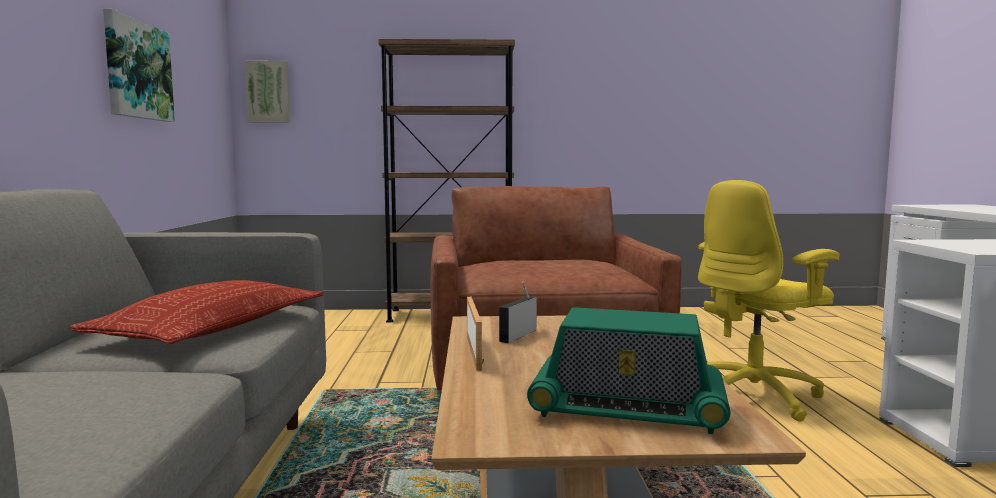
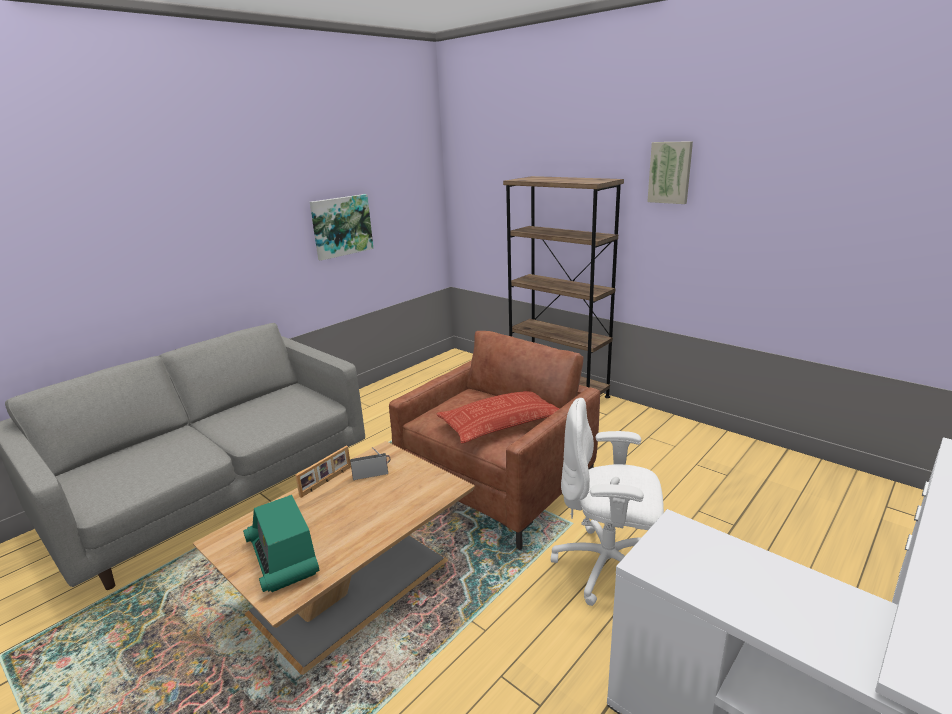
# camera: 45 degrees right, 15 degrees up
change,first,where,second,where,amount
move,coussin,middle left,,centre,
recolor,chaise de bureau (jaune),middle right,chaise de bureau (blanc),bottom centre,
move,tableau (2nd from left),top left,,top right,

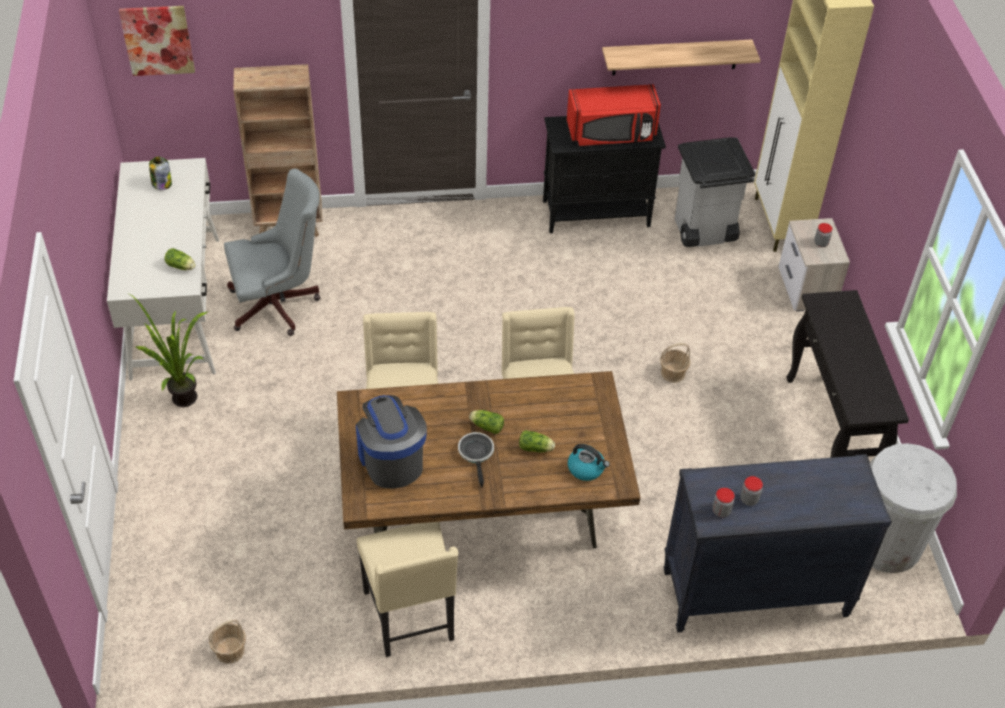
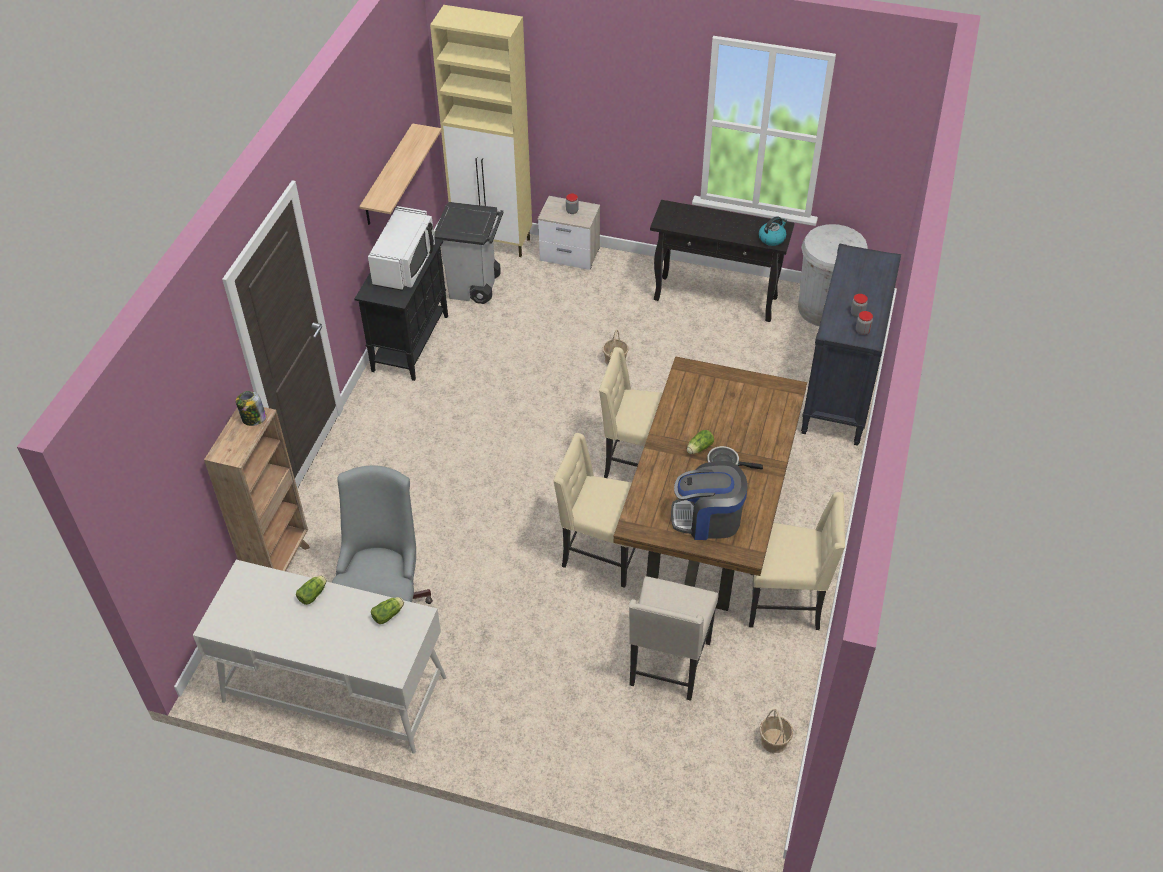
# camera: 65 degrees left, 0 degrees up
change,first,where,second,where,amount
move,bocal (1st from left),top left,,middle left,
move,laitue (3rd from left in the first image),centre,laitue (1st from left),bottom left,
recolor,micro-ondes (rouge),top centre,micro-ondes (blanc),top centre,
insert,,,chaise (beige) (3rd from left),bottom centre,
move,bouilloire,centre,,top centre,
delete,tableau,top left,,,
delete,plante en pot,middle left,,,

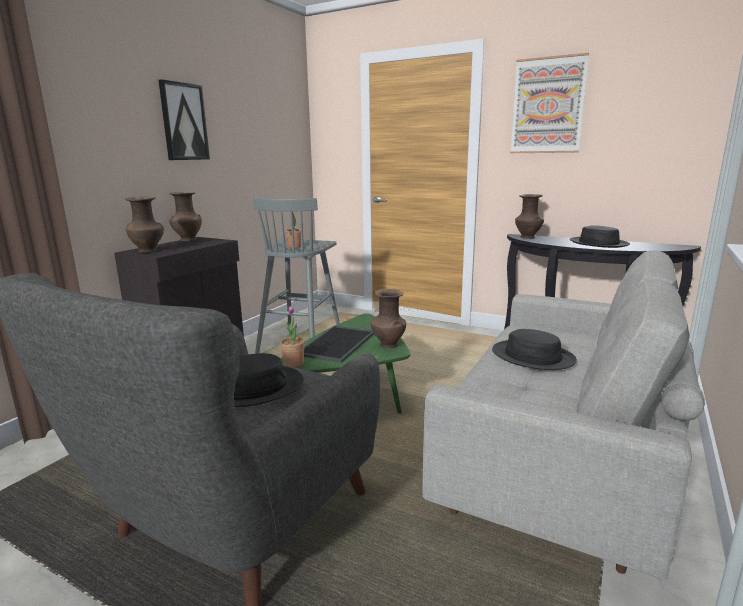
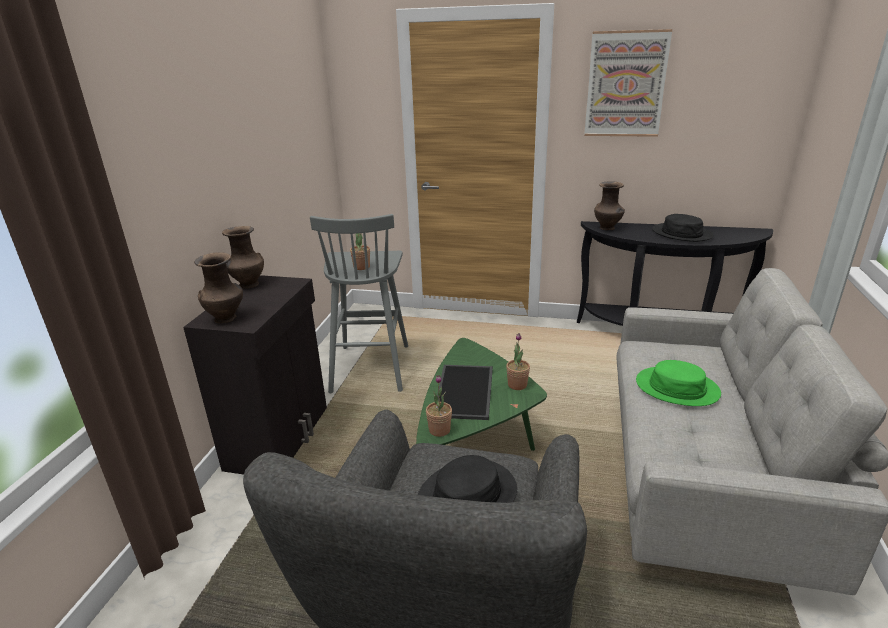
# camera: 15 degrees left, 10 degrees up
change,first,where,second,where,amount
replace,vase (marron) (3rd from left),centre,plante en pot (3rd from left),centre,
recolor,chapeau (noir) (2nd from left),middle right,chapeau (vert),middle right,
delete,tableau (1st from left),top left,,,

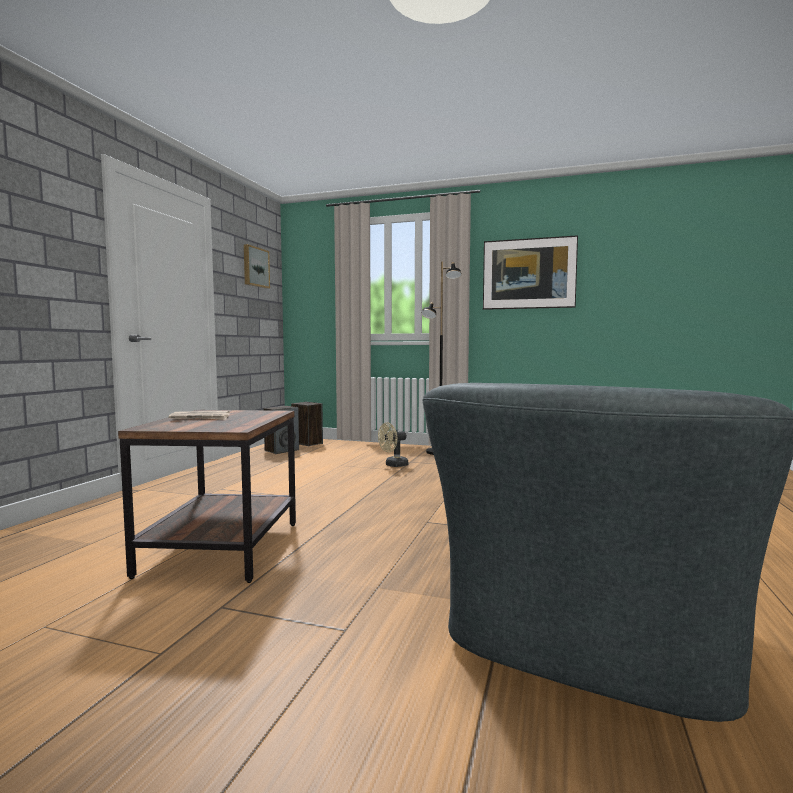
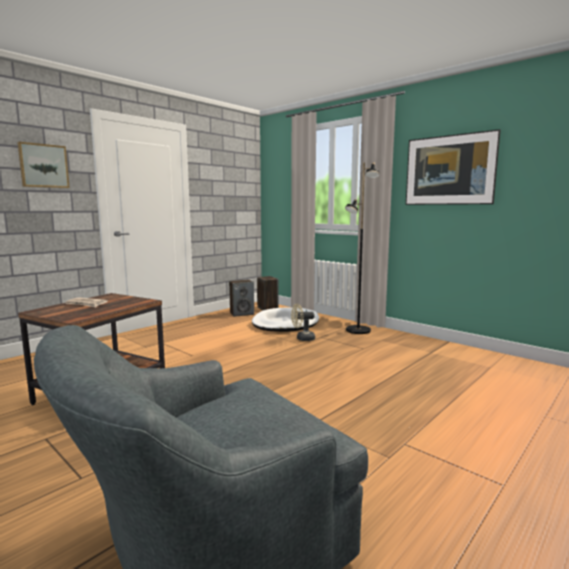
# camera: 25 degrees right, 5 degrees up
change,first,where,second,where,amount
move,tableau (1st from left),middle left,,top left,
insert,,,panier pour chien (blanc),centre,

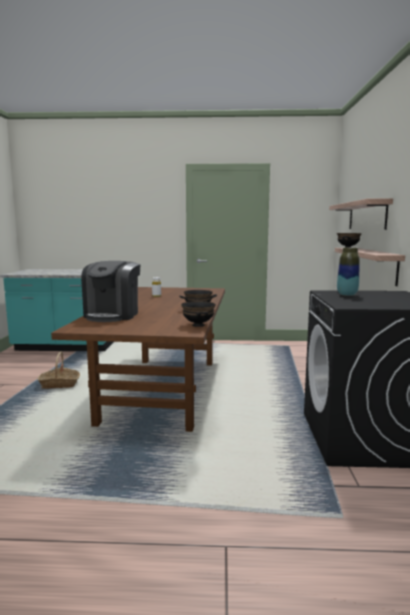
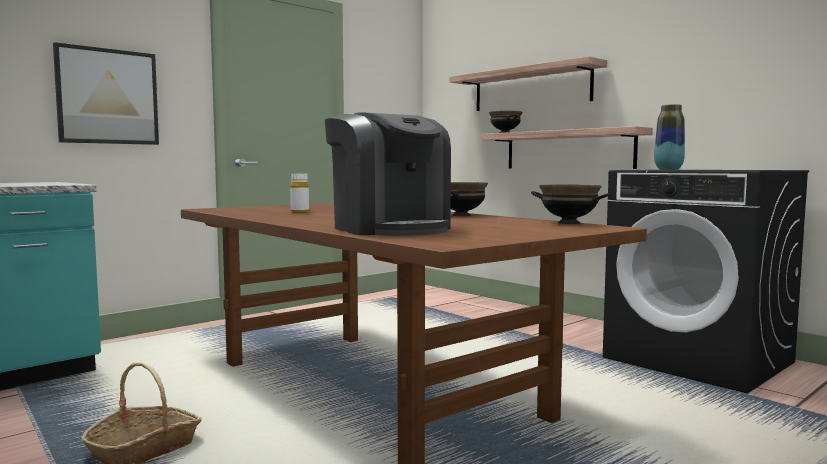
# camera: 45 degrees left, 5 degrees down
change,first,where,second,where,amount
insert,,,tableau,top left,

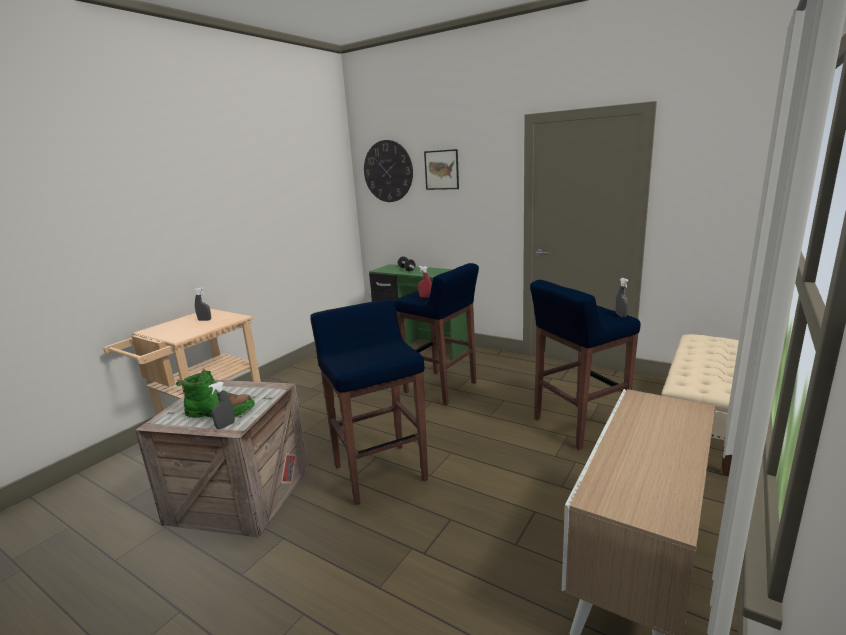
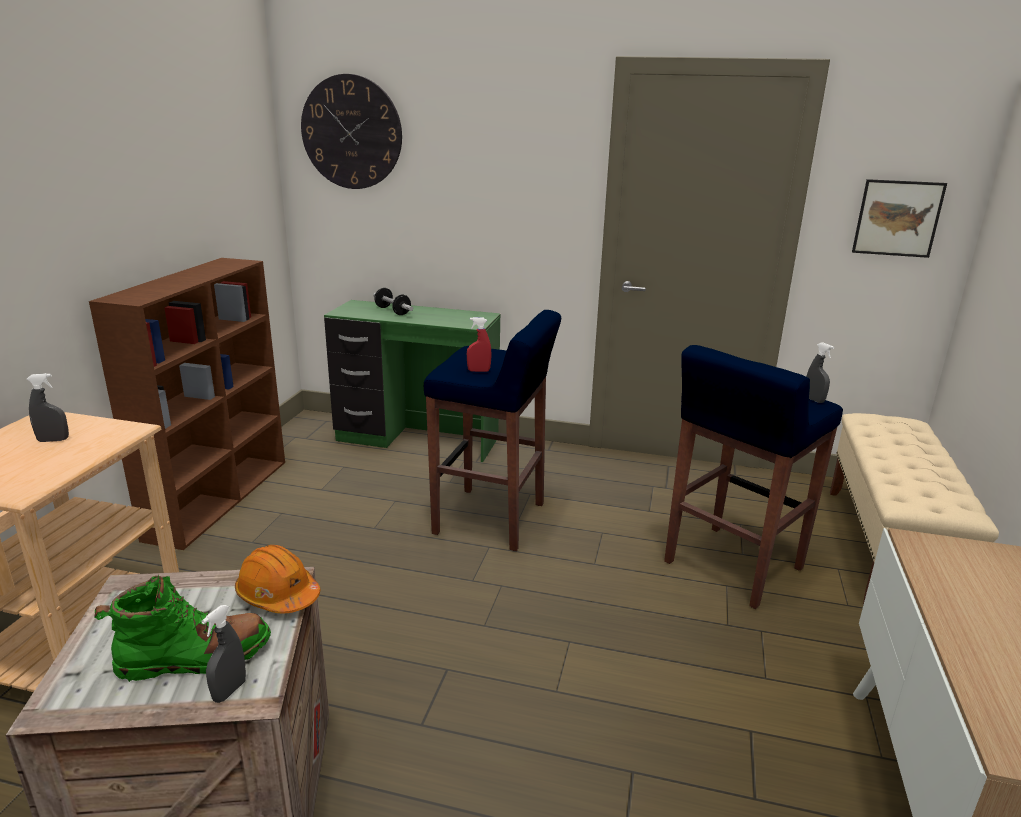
# camera: 20 degrees left, 5 degrees up
change,first,where,second,where,amount
insert,,,bibliothèque (marron),middle left,
insert,,,casque de chantier (orange),bottom left,
move,tableau,top centre,,top right,
delete,tabouret (bleu) (1st from left),centre,,,

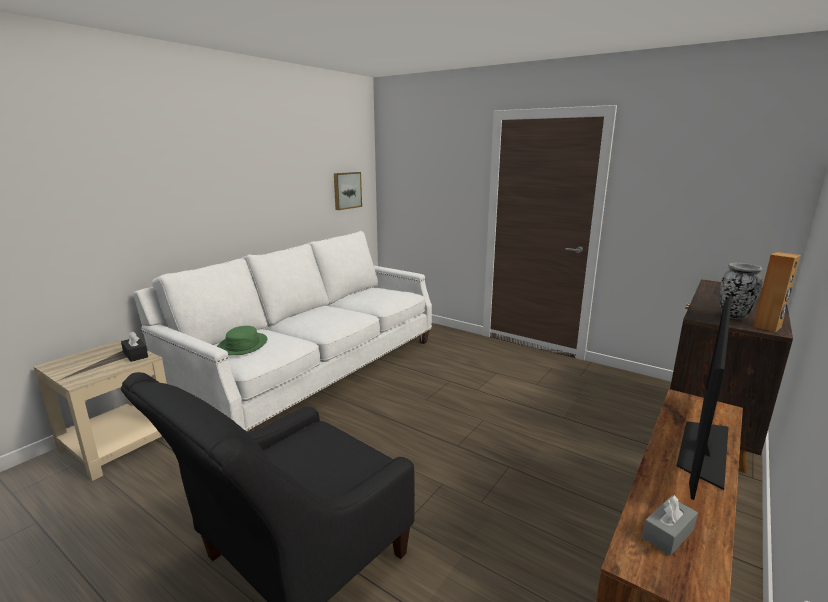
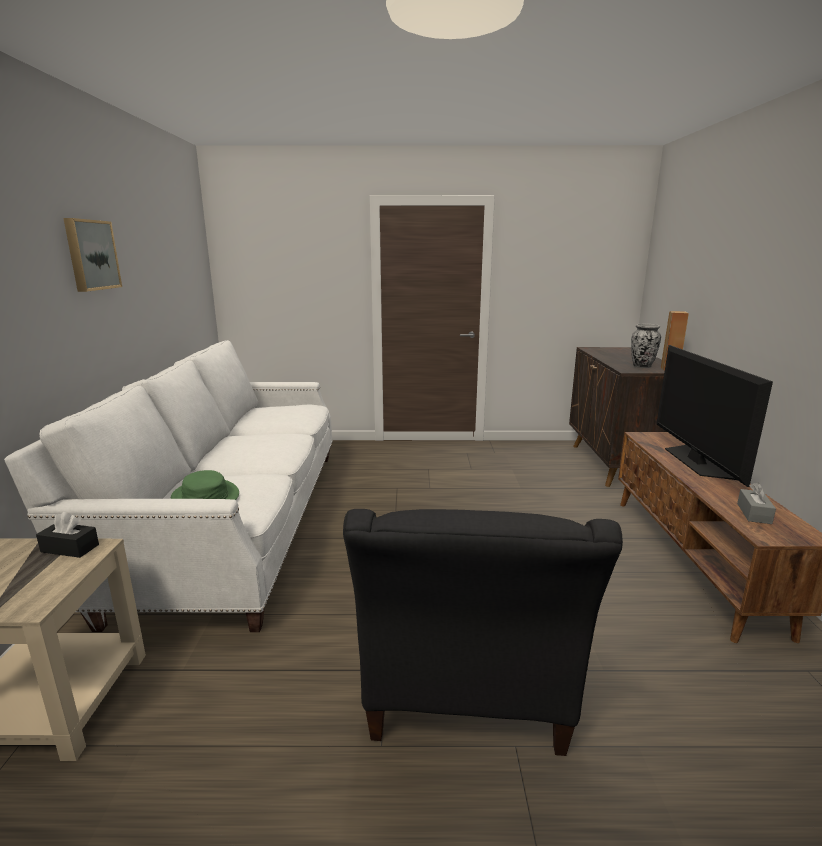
# camera: 35 degrees left, 0 degrees up
change,first,where,second,where,amount
move,tableau,top centre,,top left,

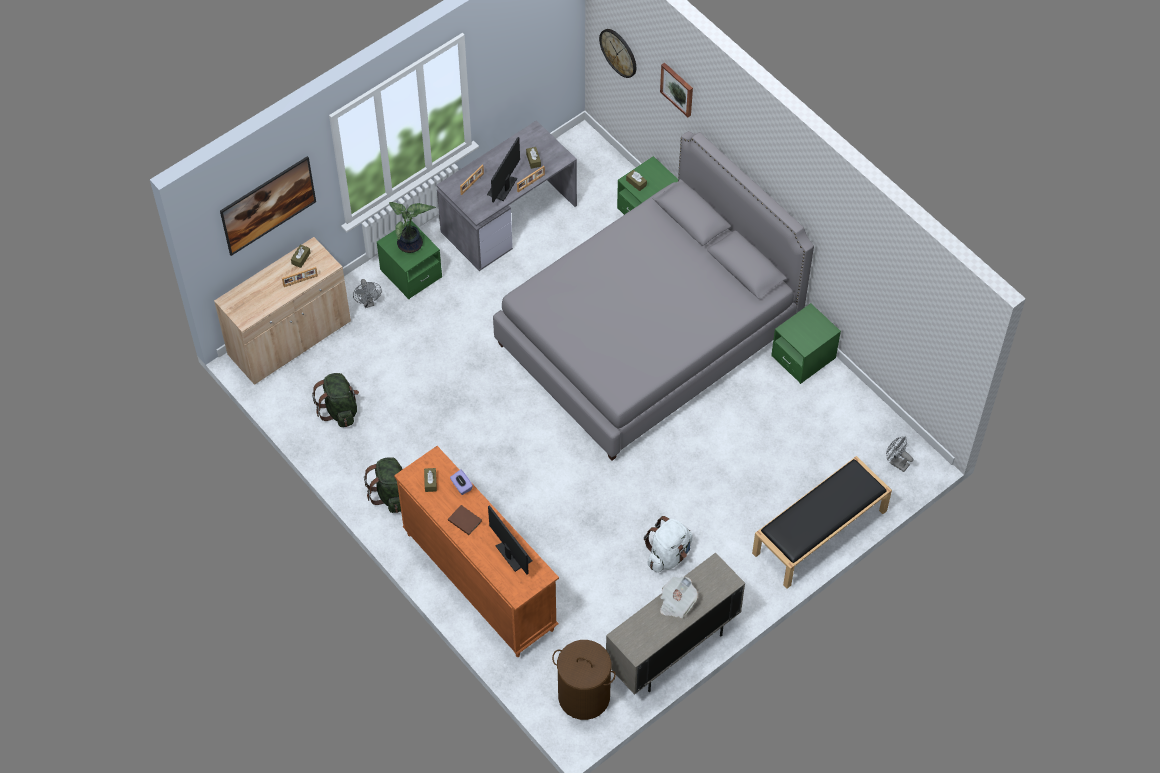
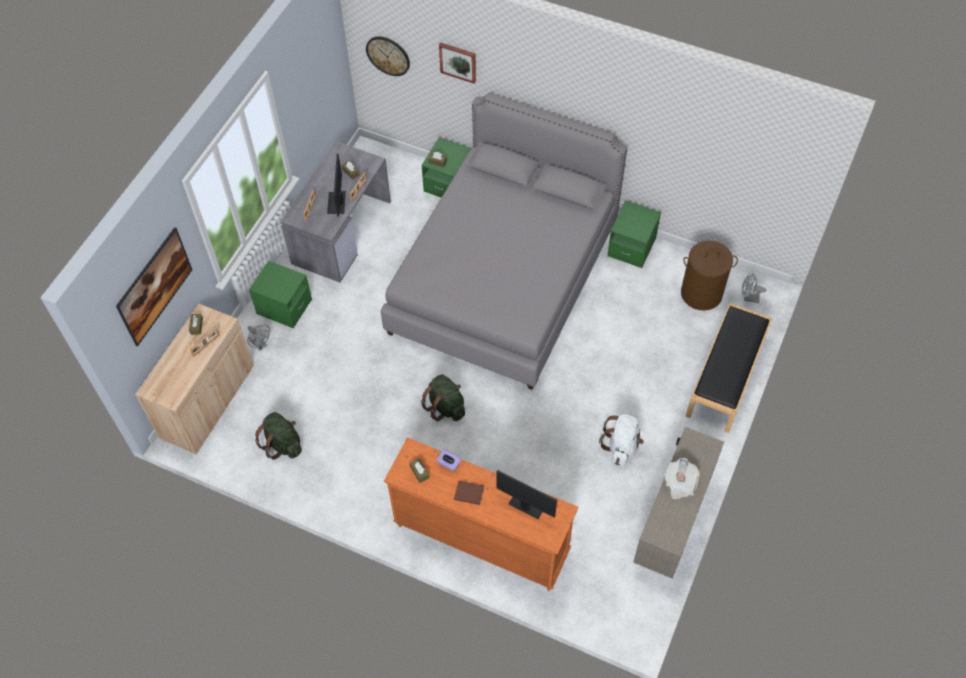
# camera: 25 degrees left, 0 degrees up
change,first,where,second,where,amount
move,sac à dos (vert) (2nd from left),middle left,,centre,
move,panier à linge (marron),bottom centre,,middle right,
delete,plante en pot,top centre,,,

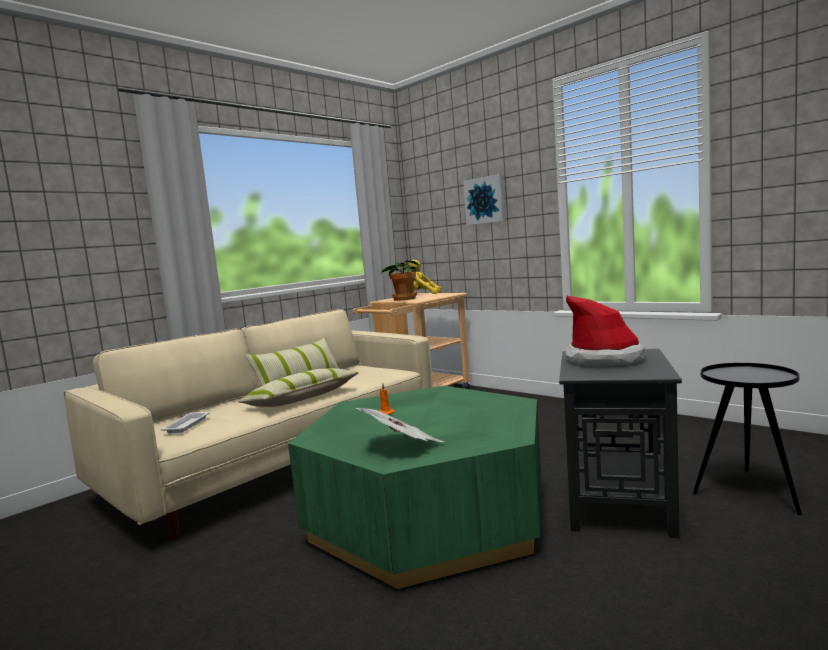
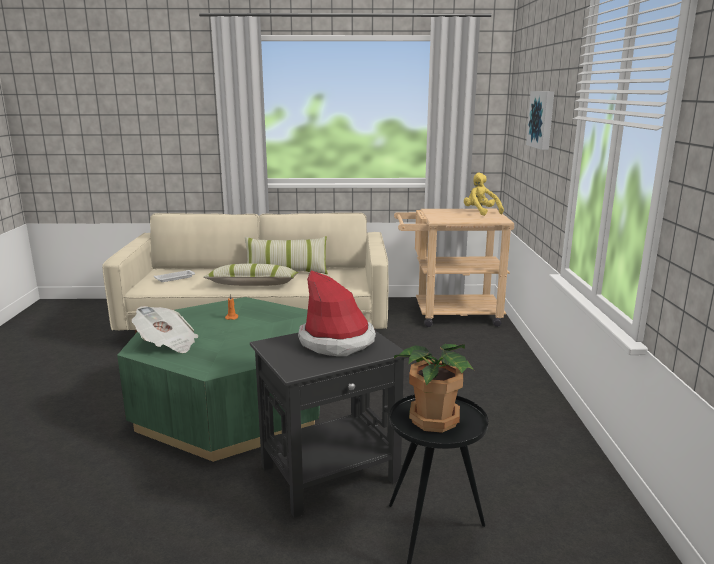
# camera: 45 degrees right, 10 degrees up
change,first,where,second,where,amount
move,plante en pot,centre,,bottom centre,

